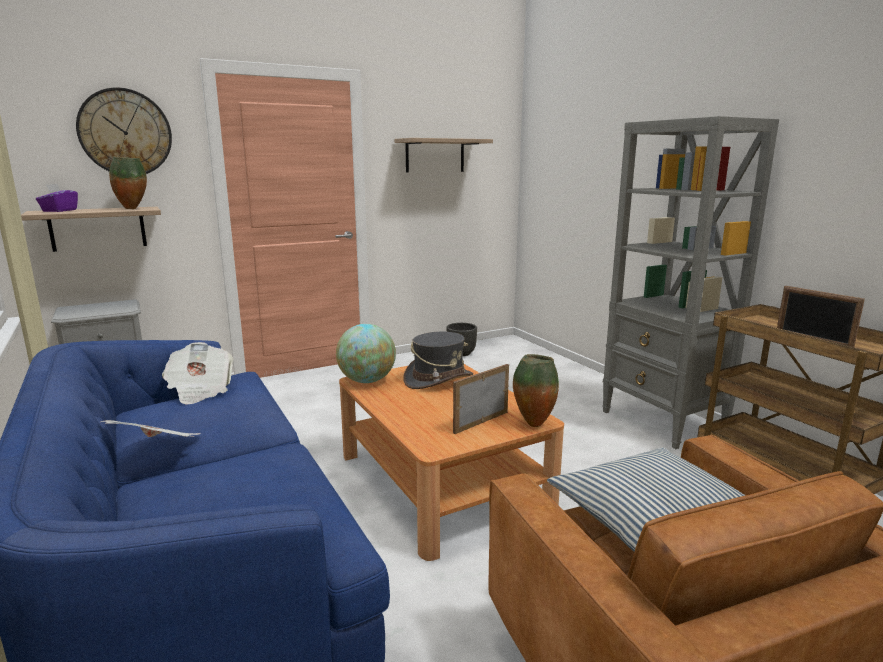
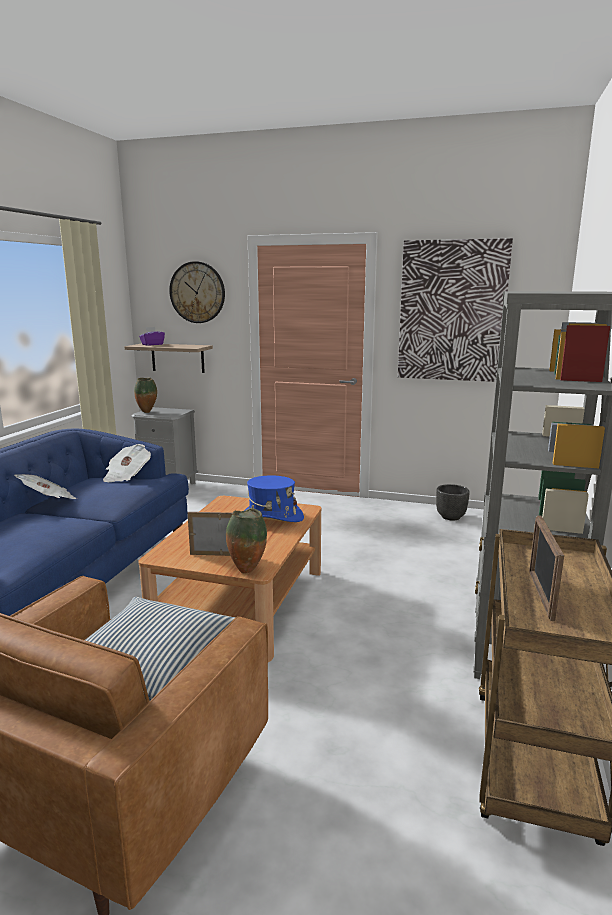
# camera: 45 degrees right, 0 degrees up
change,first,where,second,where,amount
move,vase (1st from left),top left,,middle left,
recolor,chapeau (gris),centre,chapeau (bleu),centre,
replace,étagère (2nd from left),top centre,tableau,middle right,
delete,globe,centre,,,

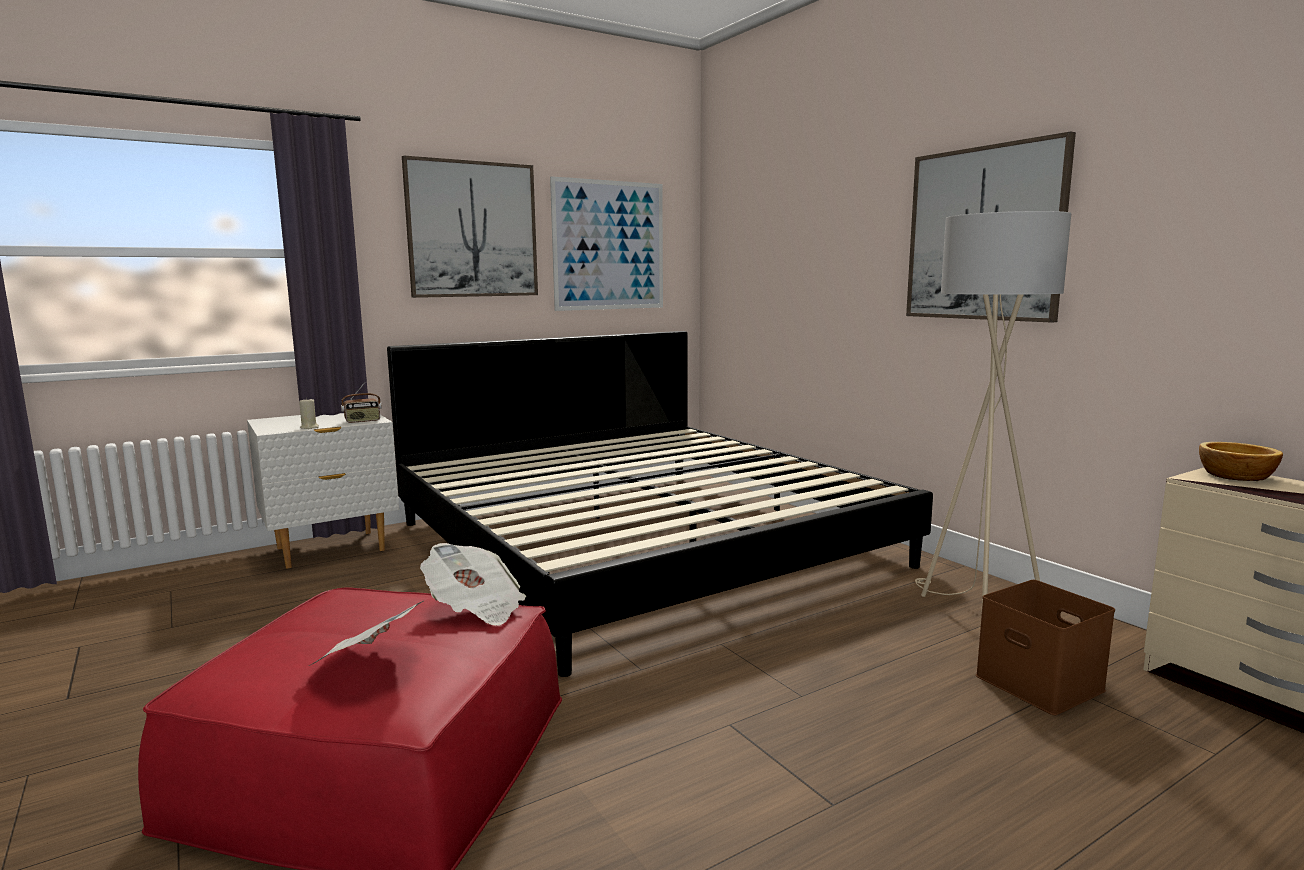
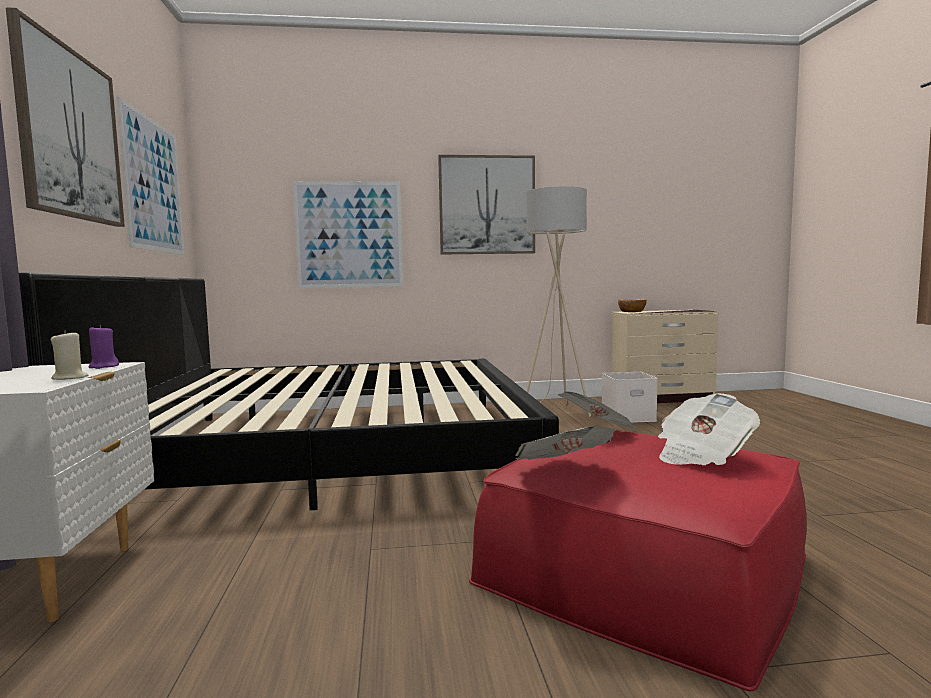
# camera: 65 degrees left, 5 degrees down
change,first,where,second,where,amount
replace,radio,middle left,bougie (violet),middle left,
insert,,,tableau (3rd from left),centre,
insert,,,journal (1st from left),centre,
recolor,boîte de rangement (marron),bottom right,boîte de rangement (blanc),middle right,

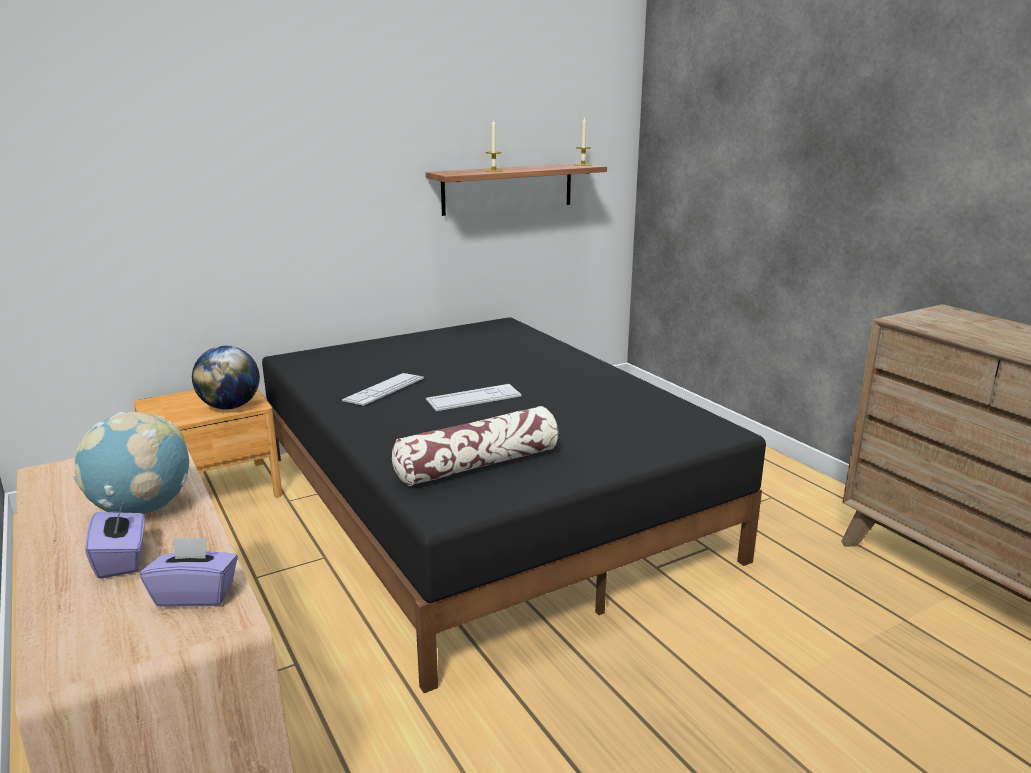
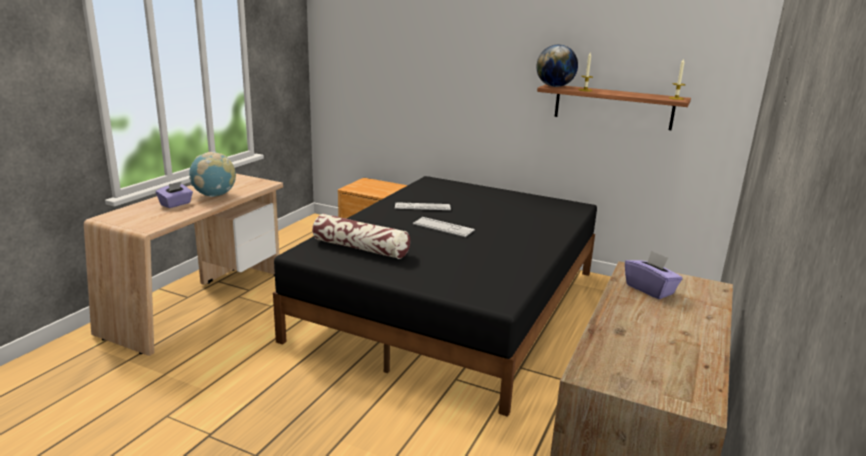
# camera: 55 degrees right, 0 degrees up
change,first,where,second,where,amount
move,globe (2nd from left),middle left,,top centre,
move,boîte à mouchoirs (violet) (2nd from left),bottom left,,middle right,

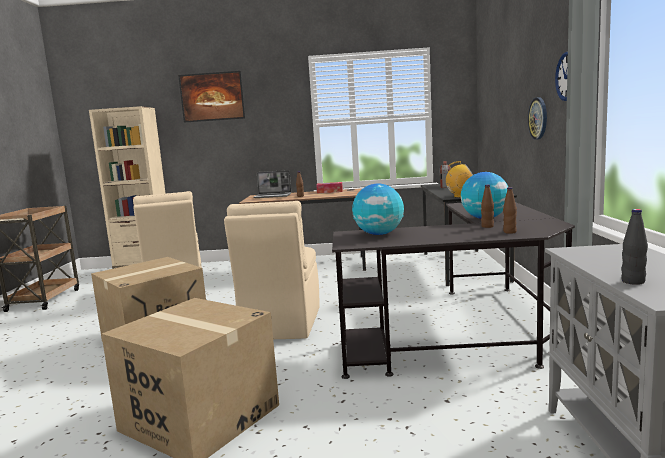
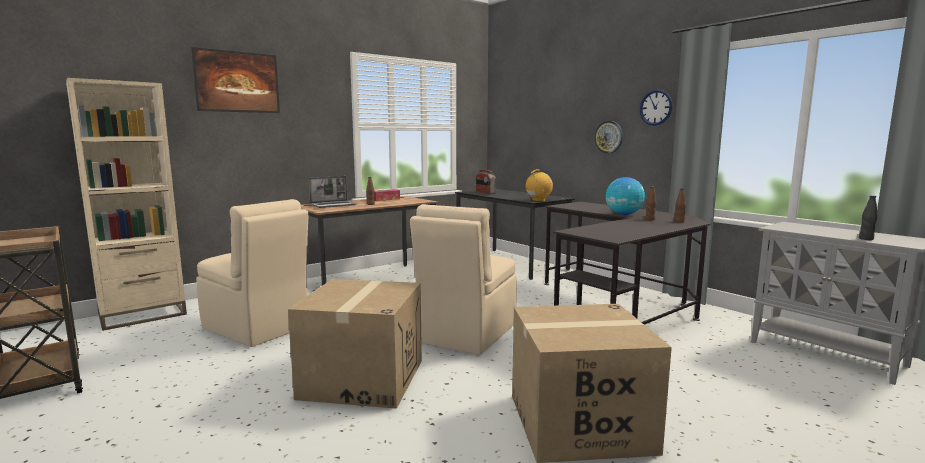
# camera: 40 degrees left, 0 degrees up
change,first,where,second,where,amount
rotate,chaise (beige) (2nd from left),centre,,centre,60 degrees clockwise
delete,globe (1st from left),centre,,,

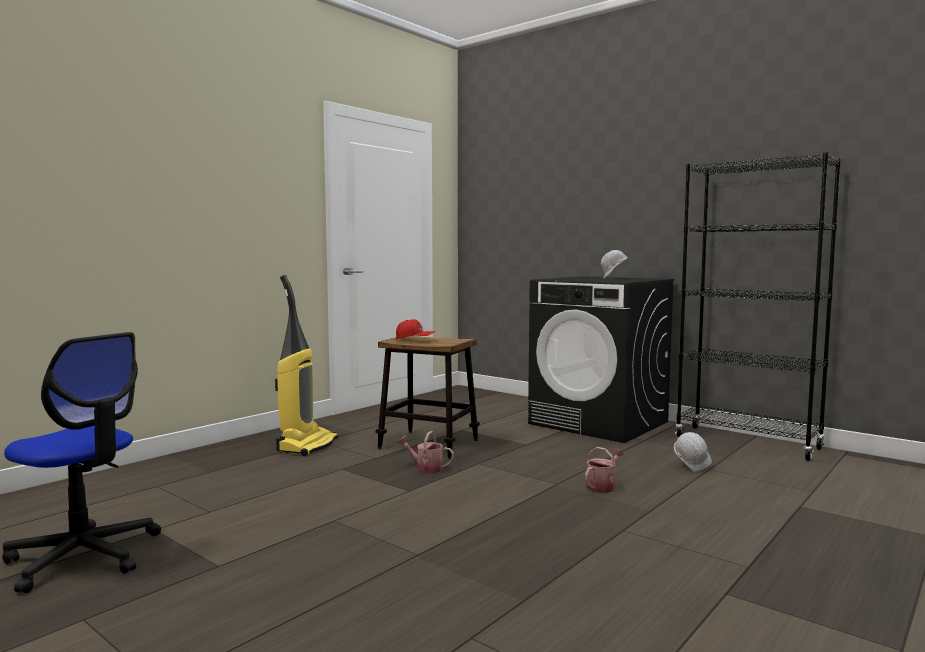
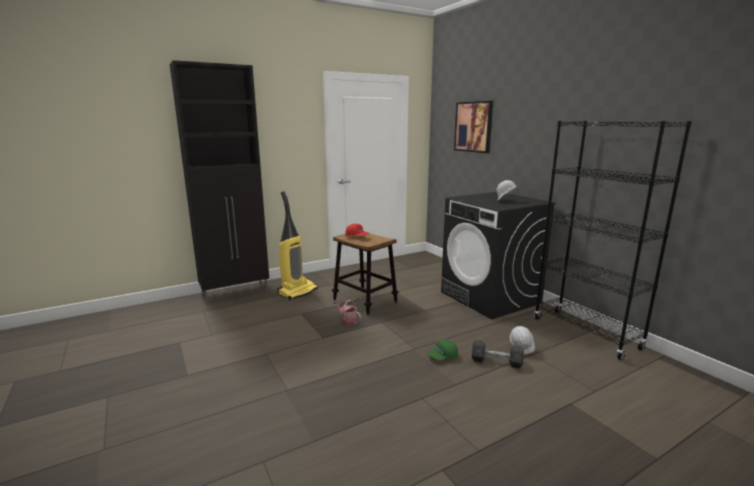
# camera: 20 degrees right, 10 degrees up
change,first,where,second,where,amount
insert,,,meuble de rangement (noir),middle left,
replace,arrosoir (2nd from left),bottom centre,casquette (vert),bottom centre,
insert,,,tableau,top centre,
insert,,,haltère (gris),bottom centre,
delete,chaise de bureau,bottom left,,,

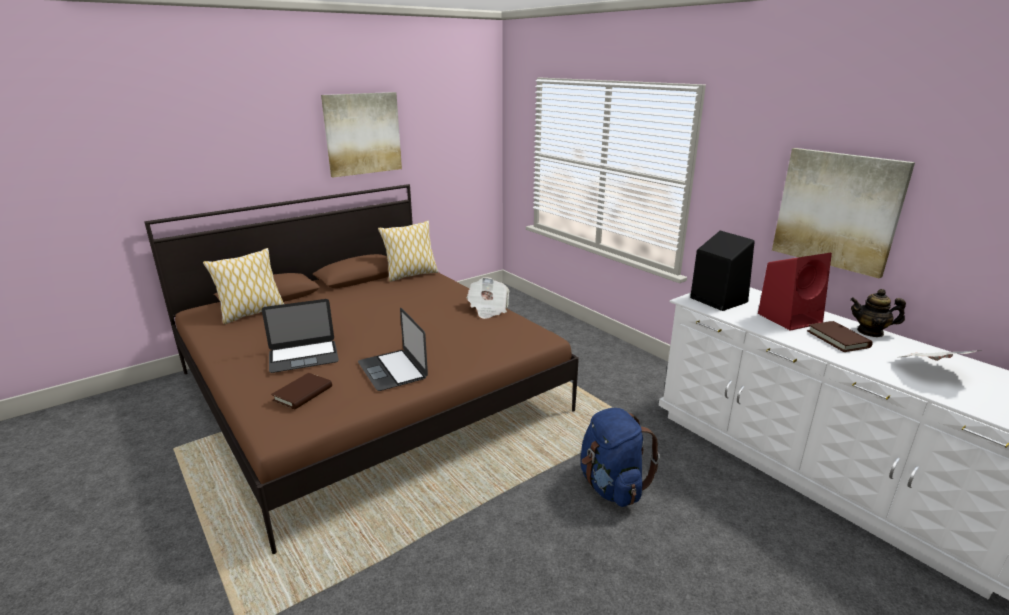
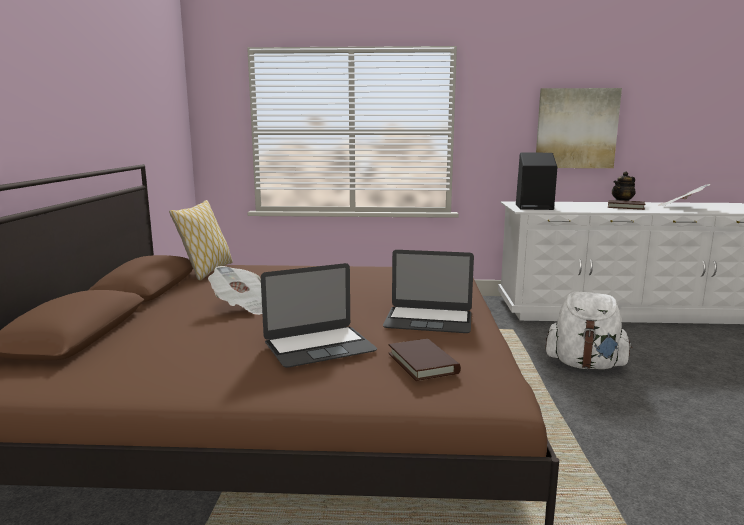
# camera: 50 degrees left, 10 degrees down
change,first,where,second,where,amount
move,journal (1st from left),centre,,middle left,
rotate,ordinateur portable (1st from left),middle left,,centre,45 degrees clockwise
recolor,sac à dos (bleu),bottom centre,sac à dos (blanc),middle right,
delete,coussin (1st from left),middle left,,,
delete,tableau (1st from left),top centre,,,
delete,enceinte (rouge),middle right,,,

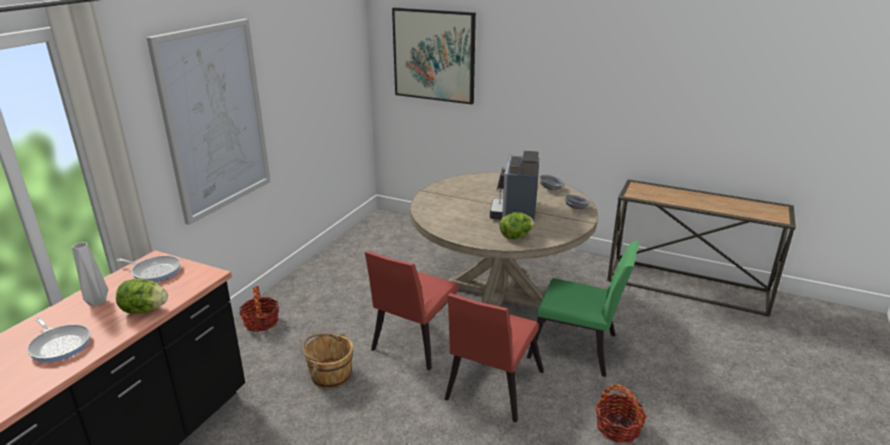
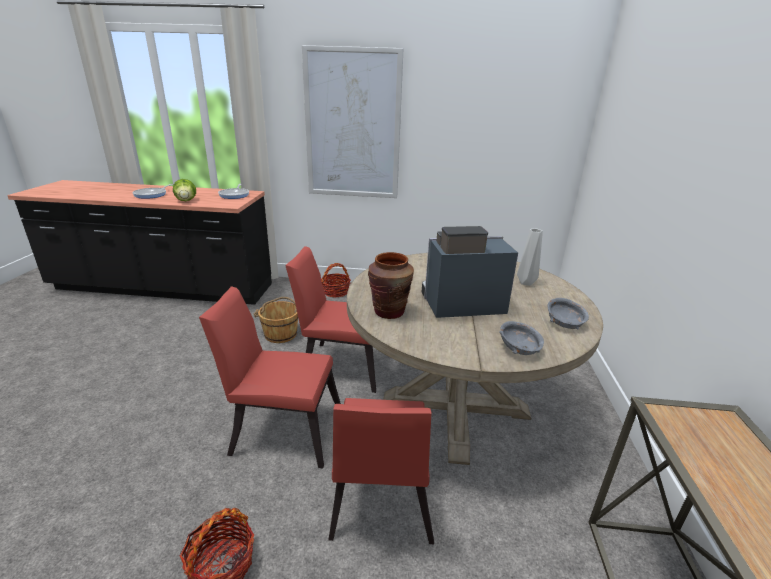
# camera: 70 degrees right, 0 degrees up
change,first,where,second,where,amount
recolor,chaise (vert),bottom centre,chaise (rouge) (3rd from left),bottom centre,
replace,laitue (2nd from left),centre,vase (marron),centre,
move,vase (gris),middle left,,middle right,
delete,tableau (2nd from left),top centre,,,

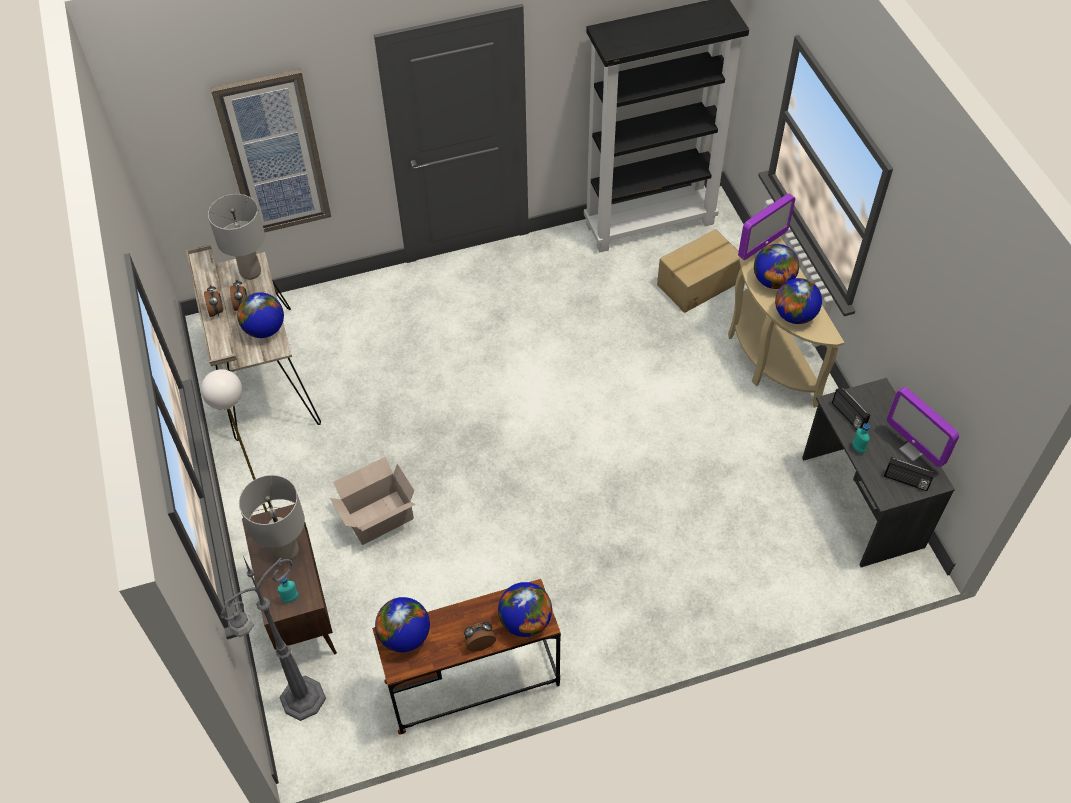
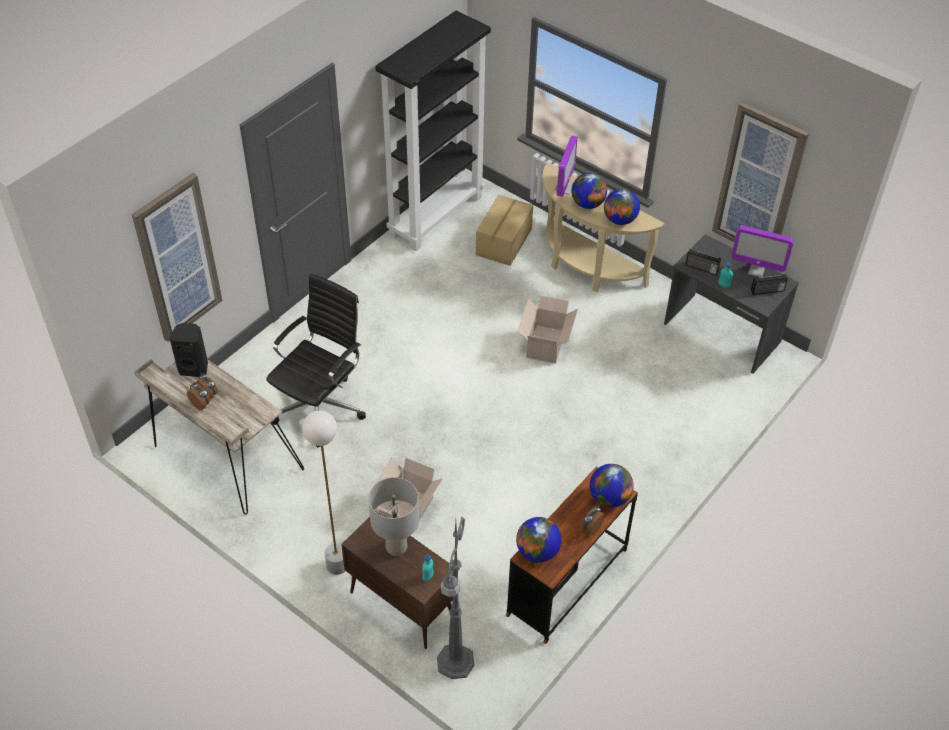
# camera: 35 degrees left, 5 degrees down
change,first,where,second,where,amount
replace,lampe de table (gris) (1st from left),top left,enceinte (noir),middle left,
insert,,,chaise de bureau (noir),middle left,
insert,,,carton (3rd from left),centre,
insert,,,tableau (2nd from left),top right,
delete,globe (1st from left),middle left,,,

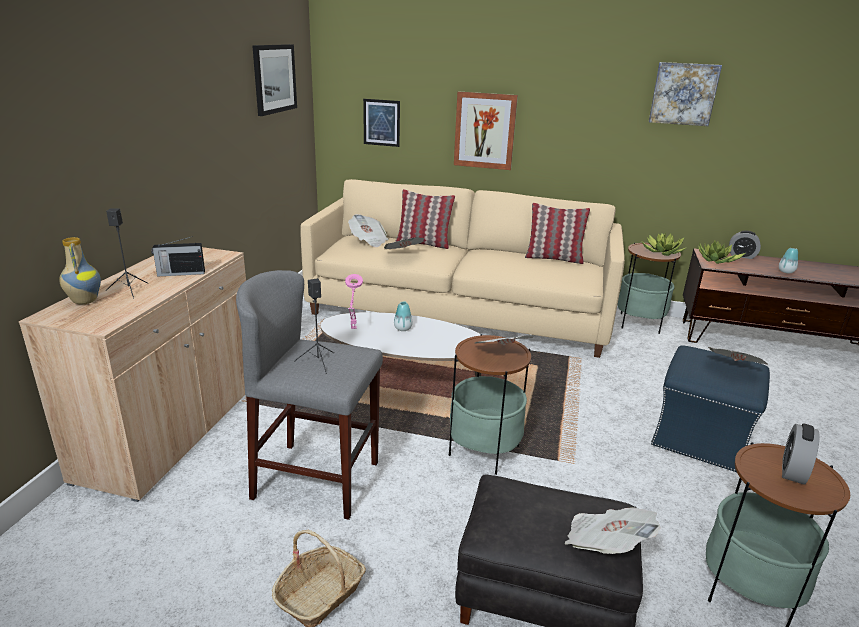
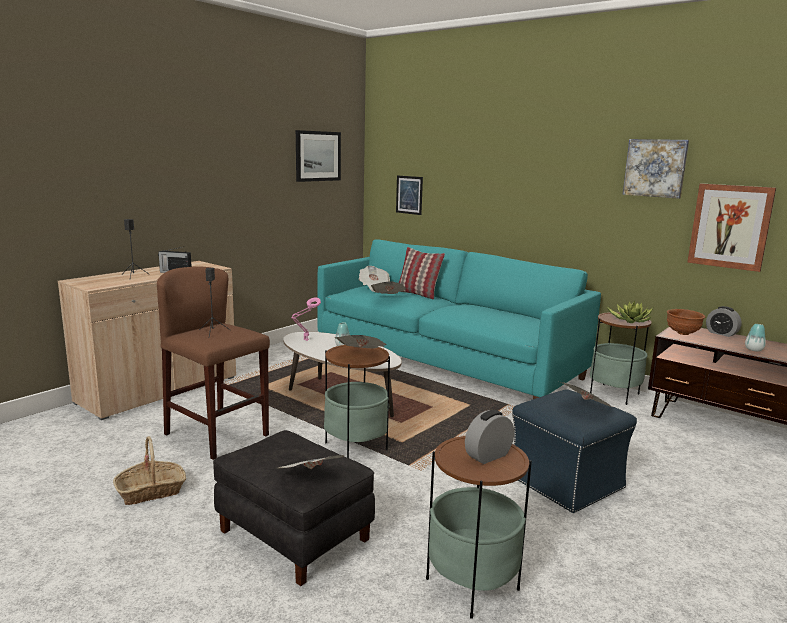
# camera: 25 degrees right, 10 degrees down
change,first,where,second,where,amount
recolor,tabouret (gris),centre,tabouret (marron),middle left,
recolor,canapé (beige),centre,canapé (turquoise),centre,
replace,plante en pot (2nd from left),middle right,bol (marron),middle right,
move,tableau (3rd from left in the first image),top centre,tableau (4th from left),middle right,
delete,vase (1st from left),middle left,,,
delete,coussin (2nd from left),centre,,,

